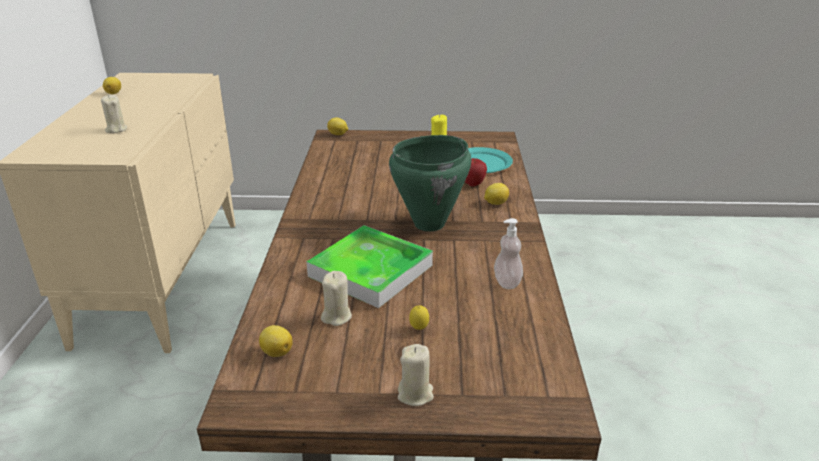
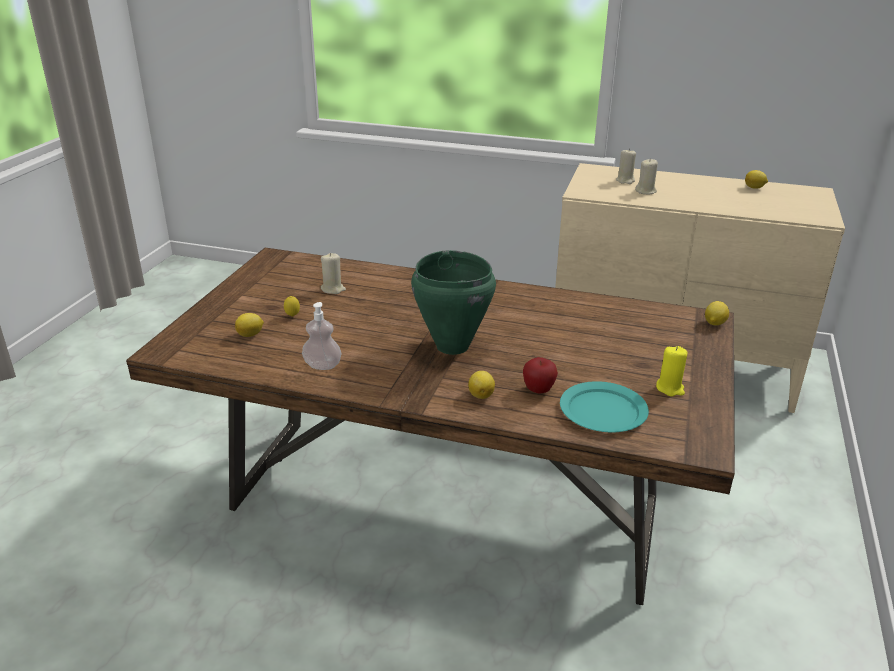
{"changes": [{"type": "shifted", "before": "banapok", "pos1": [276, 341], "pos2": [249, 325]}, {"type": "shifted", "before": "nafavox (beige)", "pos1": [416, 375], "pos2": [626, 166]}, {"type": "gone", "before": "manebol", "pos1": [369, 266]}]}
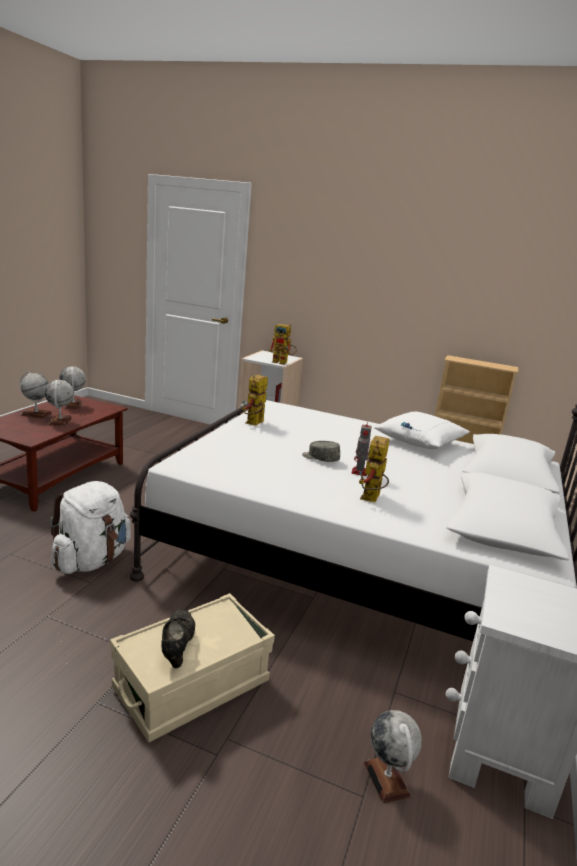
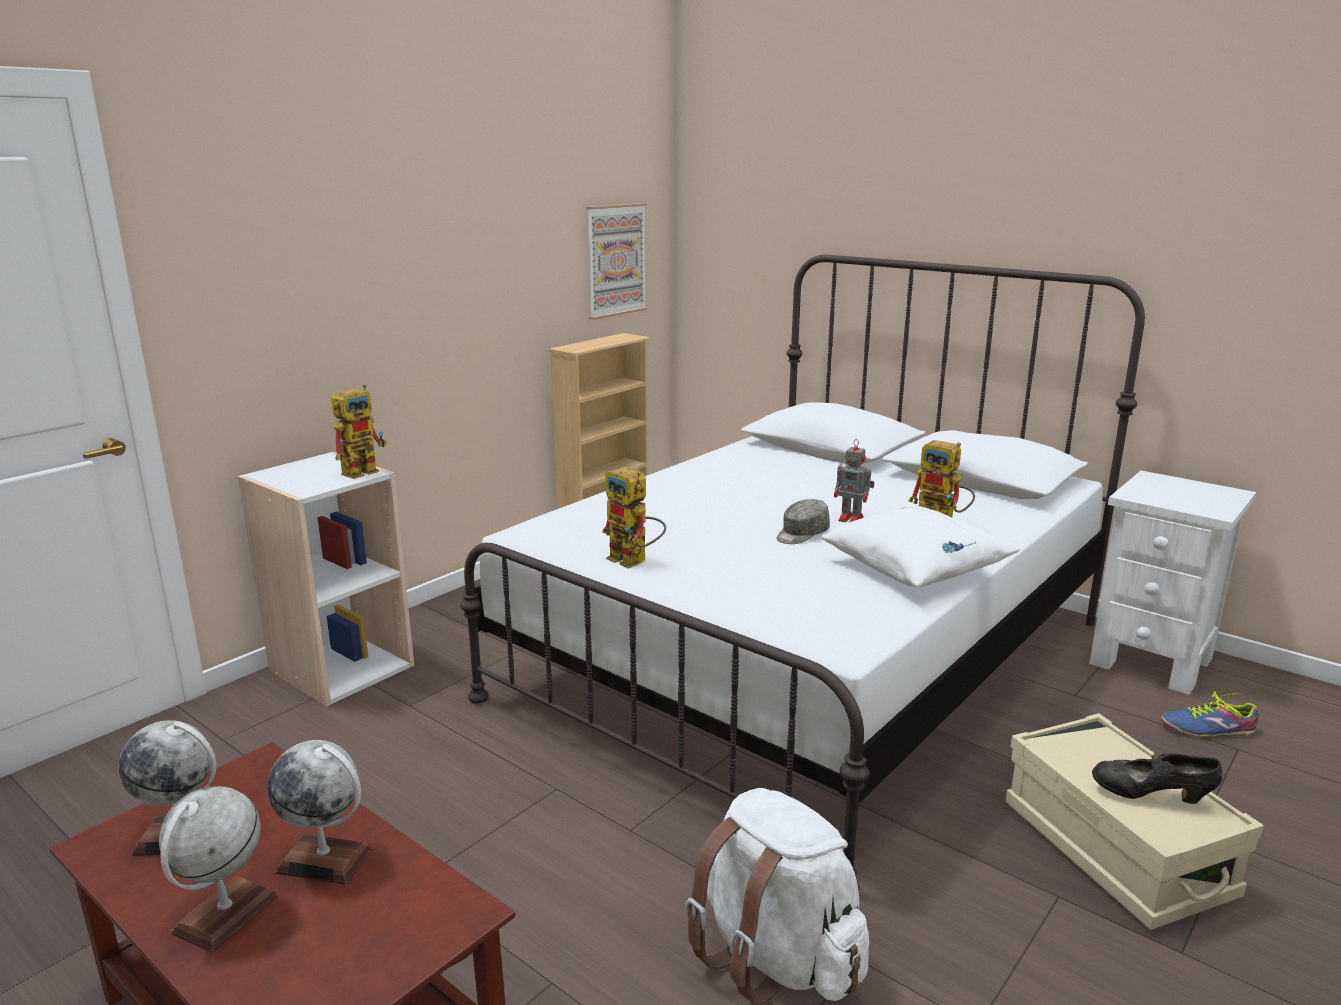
{"changes": [{"type": "new", "after": "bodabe", "pos2": [616, 261]}, {"type": "shifted", "before": "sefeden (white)", "pos1": [422, 430], "pos2": [920, 546]}, {"type": "swapped", "before": "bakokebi", "after": "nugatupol", "pos1": [393, 756], "pos2": [1210, 714]}]}
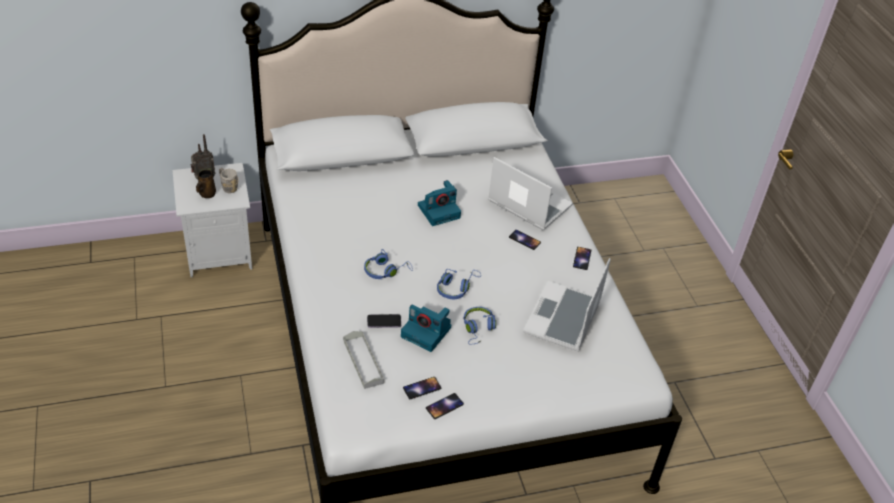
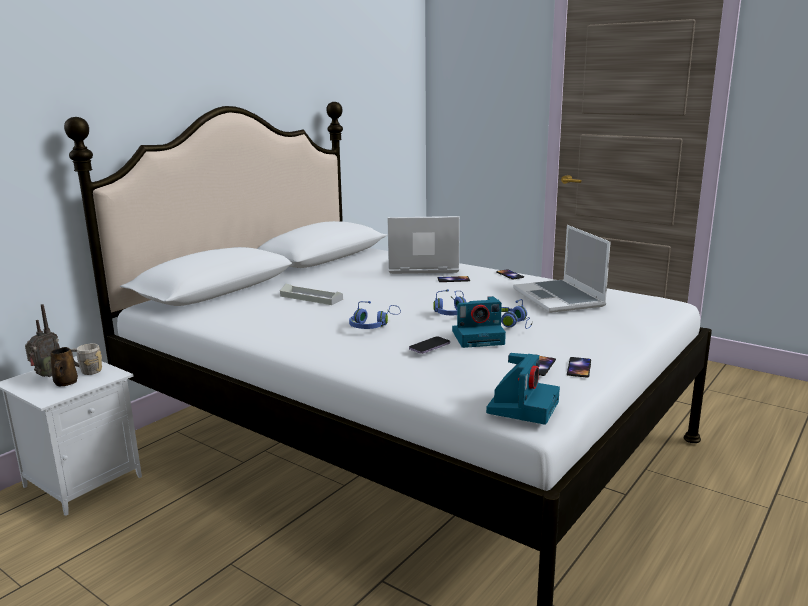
{"changes": [{"type": "shifted", "before": "manebol (grey)", "pos1": [363, 360], "pos2": [311, 294]}, {"type": "shifted", "before": "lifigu", "pos1": [439, 203], "pos2": [523, 389]}]}
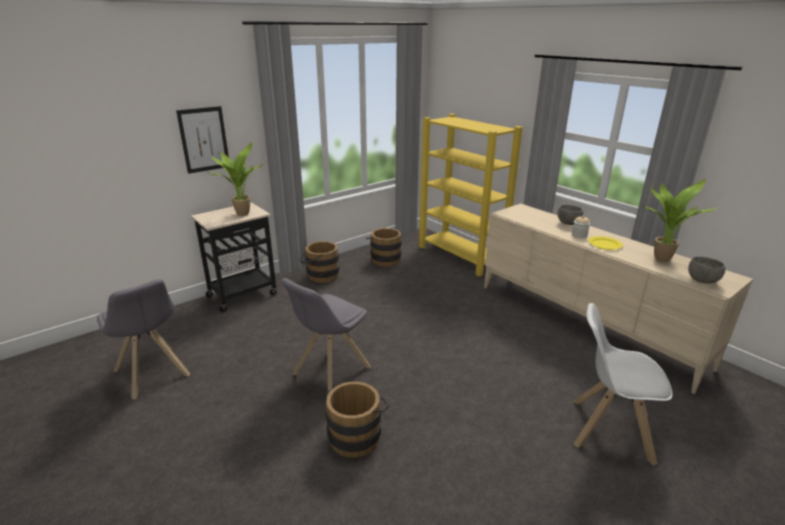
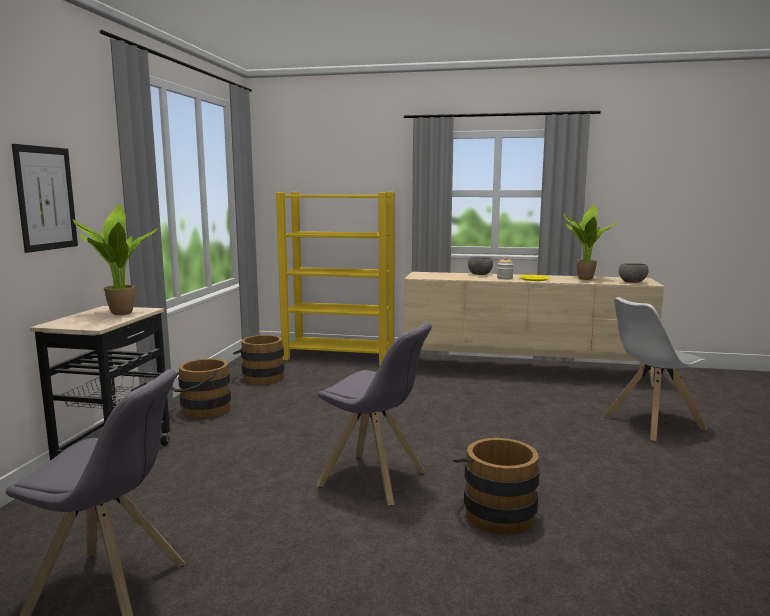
{"changes": [{"type": "rotated", "before": "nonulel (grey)", "pos1": [326, 334], "pos2": [374, 414], "turn": -60}]}
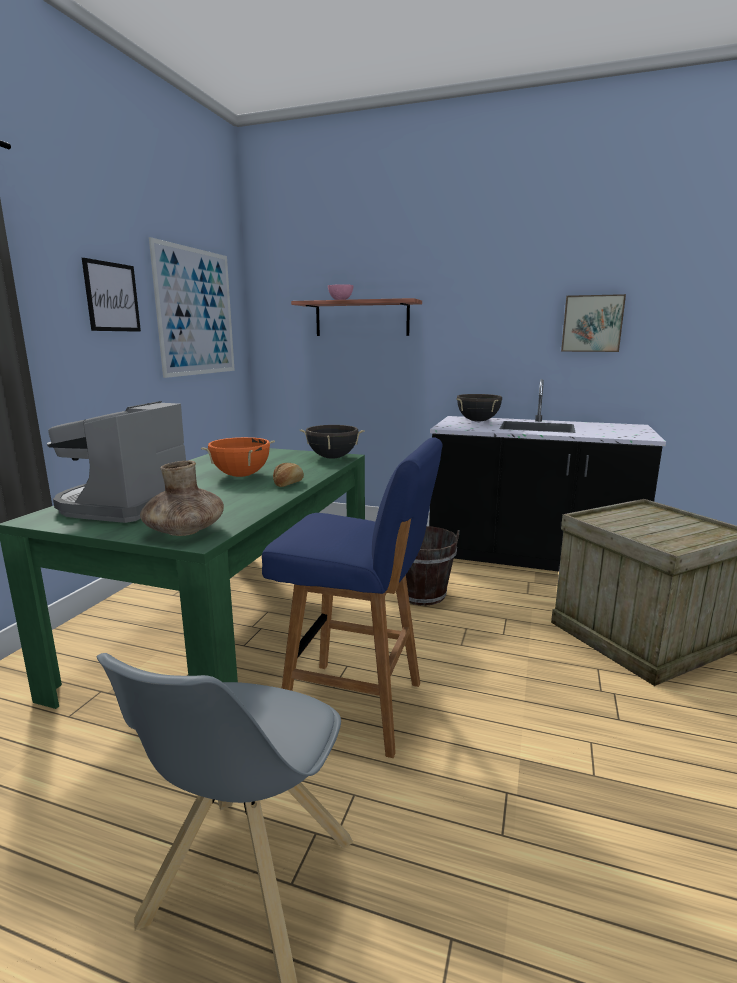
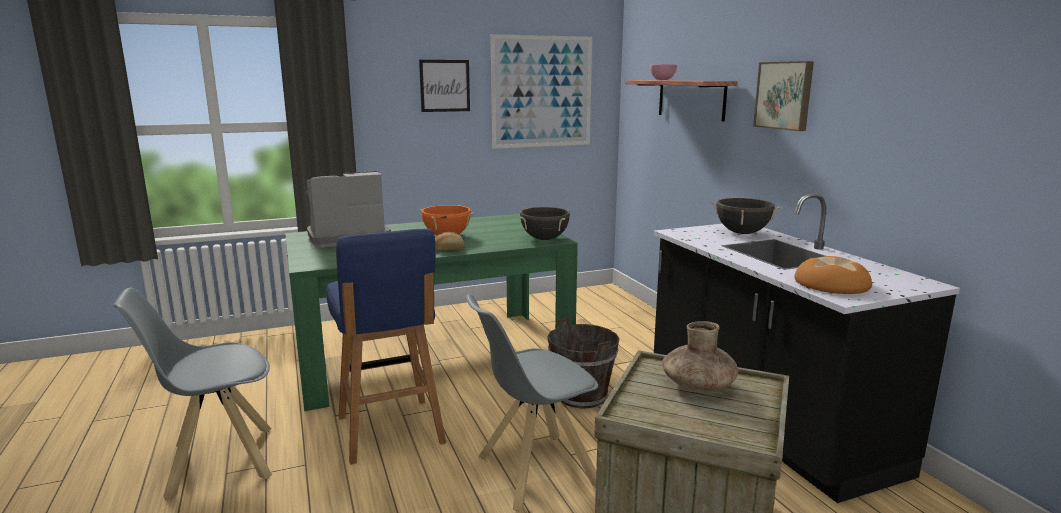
{"changes": [{"type": "new", "after": "nonulel (grey)", "pos2": [532, 402]}, {"type": "shifted", "before": "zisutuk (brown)", "pos1": [182, 498], "pos2": [700, 356]}, {"type": "shifted", "before": "bodabe", "pos1": [593, 323], "pos2": [783, 96]}, {"type": "new", "after": "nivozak", "pos2": [833, 275]}]}
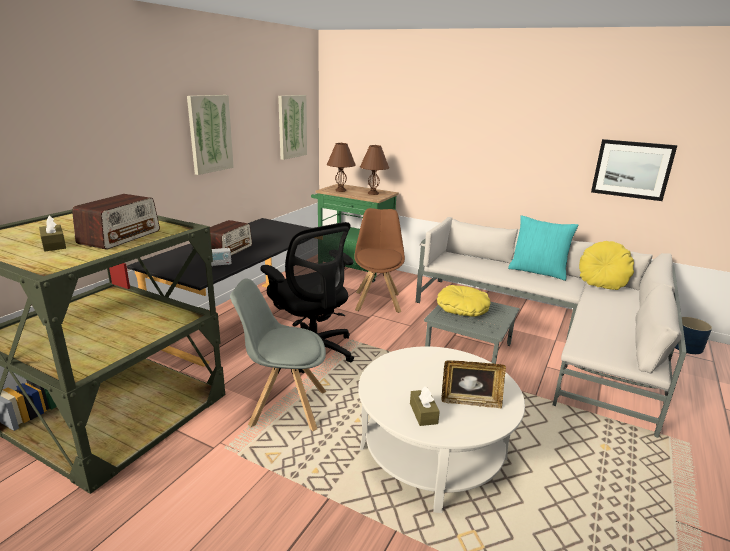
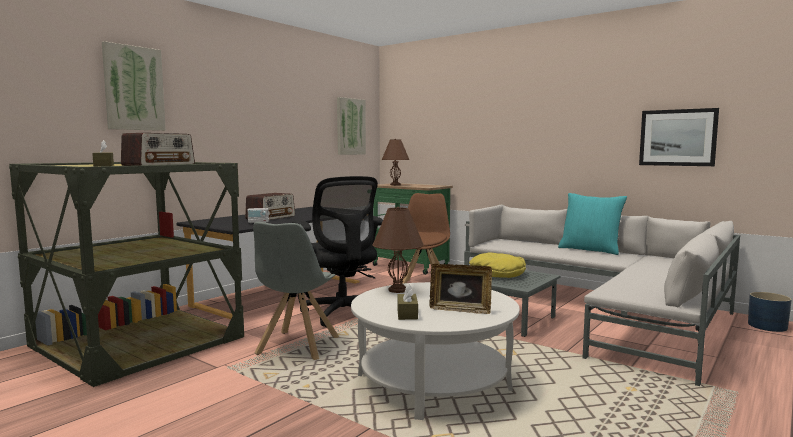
{"changes": [{"type": "shifted", "before": "bodabe", "pos1": [210, 135], "pos2": [134, 86]}, {"type": "rotated", "before": "nonulel (grey)", "pos1": [278, 354], "pos2": [296, 291], "turn": -90}, {"type": "shifted", "before": "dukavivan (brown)", "pos1": [374, 170], "pos2": [398, 250]}, {"type": "gone", "before": "sefeden (yellow)", "pos1": [606, 265]}]}
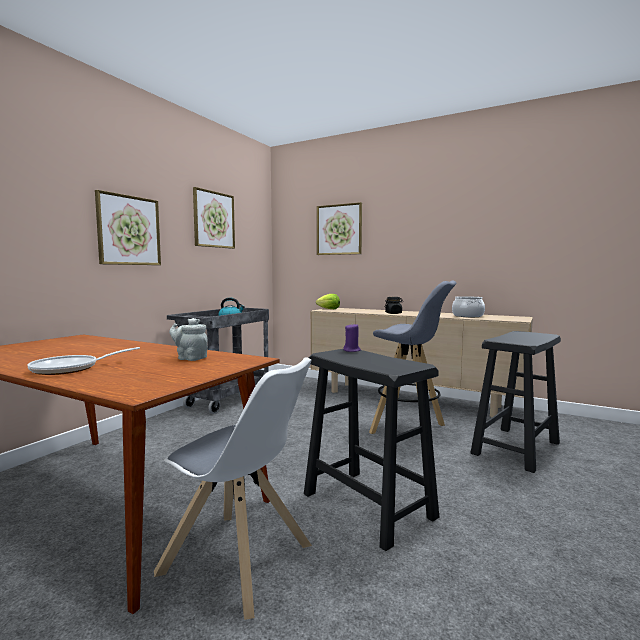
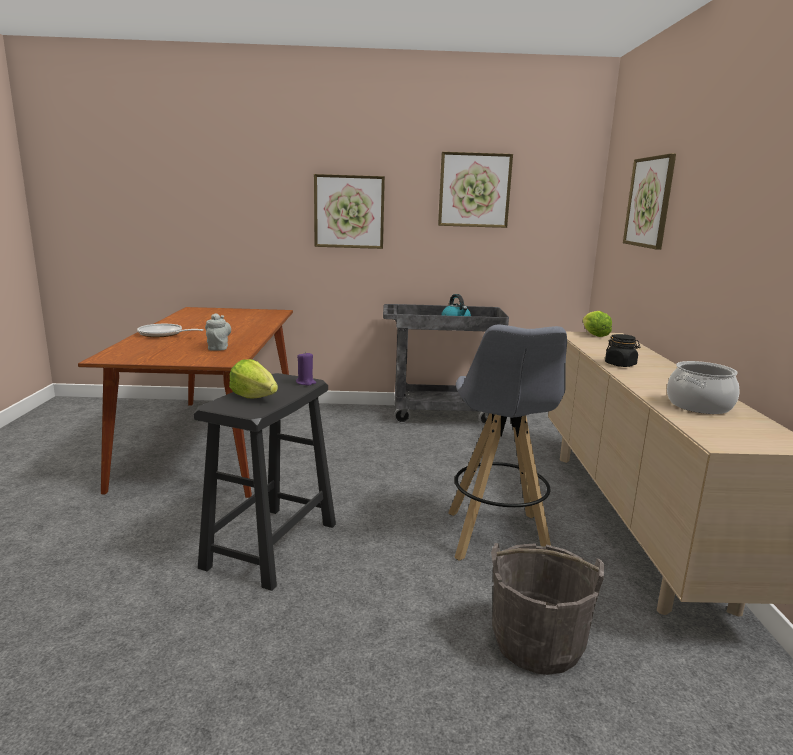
{"changes": [{"type": "new", "after": "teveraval", "pos2": [253, 378]}, {"type": "swapped", "before": "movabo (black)", "after": "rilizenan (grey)", "pos1": [515, 402], "pos2": [547, 609]}, {"type": "gone", "before": "nonulel", "pos1": [233, 488]}]}
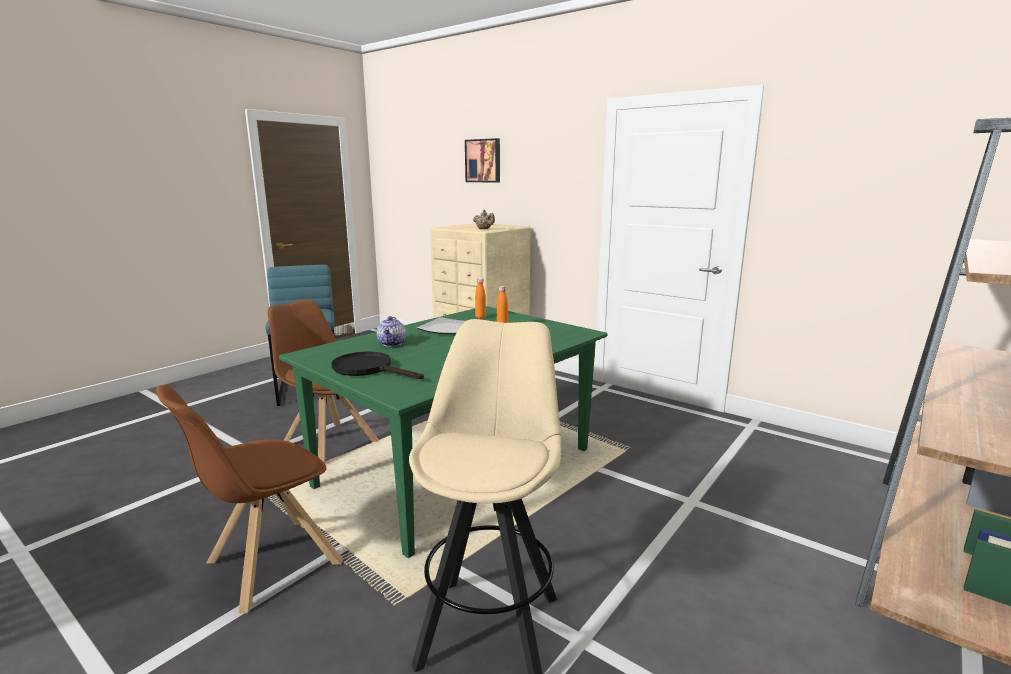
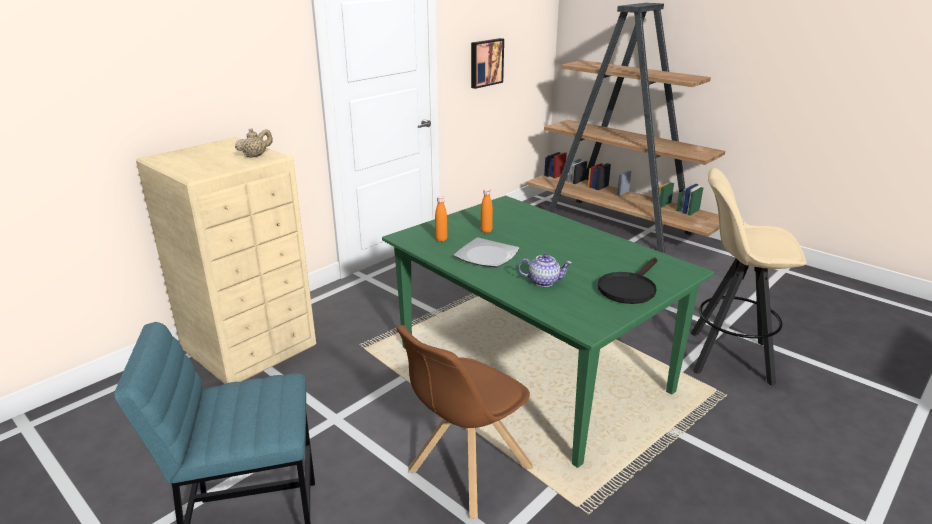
{"changes": [{"type": "shifted", "before": "bodabe", "pos1": [482, 160], "pos2": [487, 63]}, {"type": "gone", "before": "nonulel (brown)", "pos1": [249, 499]}]}
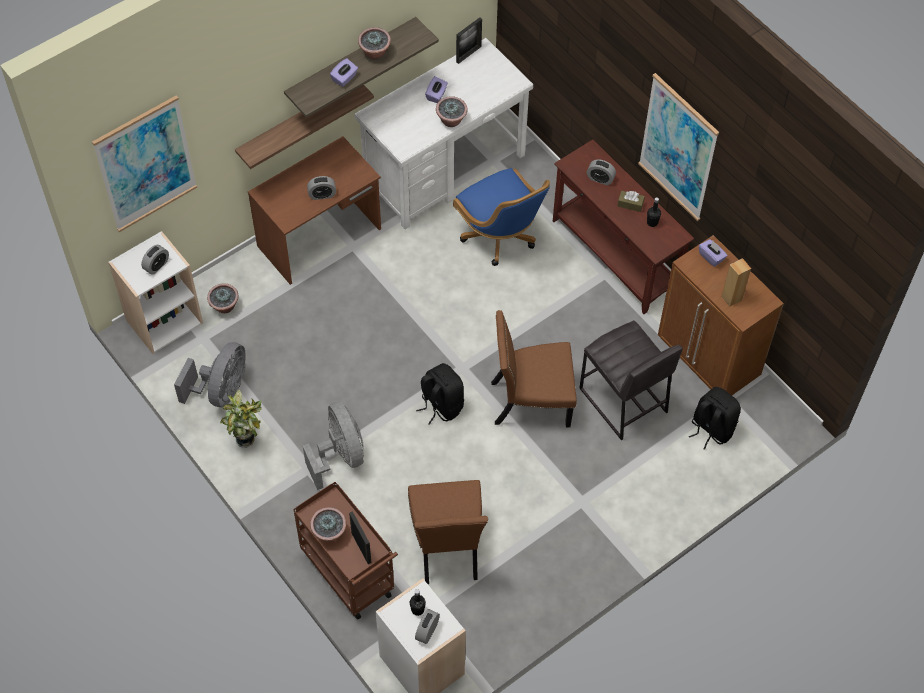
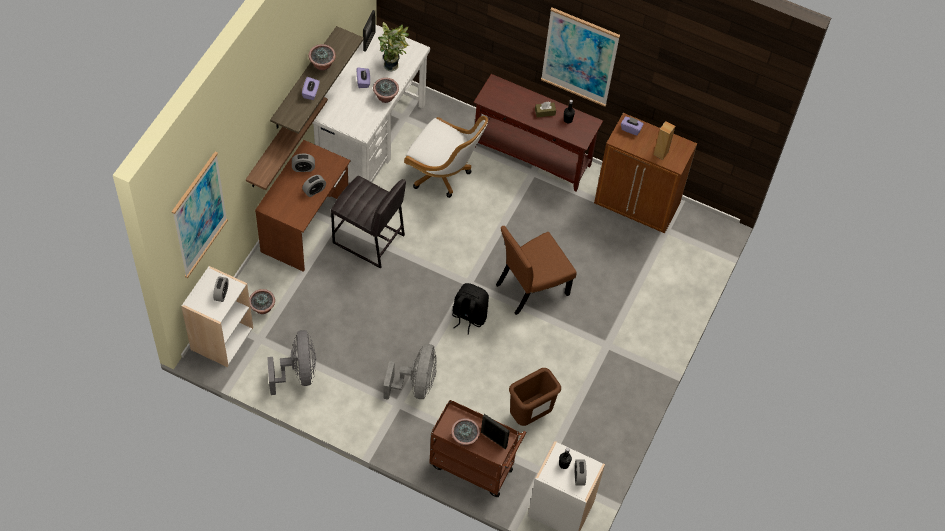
{"changes": [{"type": "shifted", "before": "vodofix", "pos1": [601, 172], "pos2": [303, 163]}, {"type": "shifted", "before": "movabo (grey)", "pos1": [631, 380], "pos2": [368, 221]}, {"type": "shifted", "before": "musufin", "pos1": [241, 419], "pos2": [393, 47]}, {"type": "rotated", "before": "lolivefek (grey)", "pos1": [333, 446], "pos2": [410, 372], "turn": 60}, {"type": "repainted", "before": "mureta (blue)", "after": "mureta (white)", "pos1": [501, 217], "pos2": [446, 157]}, {"type": "swapped", "before": "nonulel (brown)", "after": "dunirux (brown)", "pos1": [448, 532], "pos2": [535, 397]}, {"type": "gone", "before": "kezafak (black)", "pos1": [714, 418]}]}
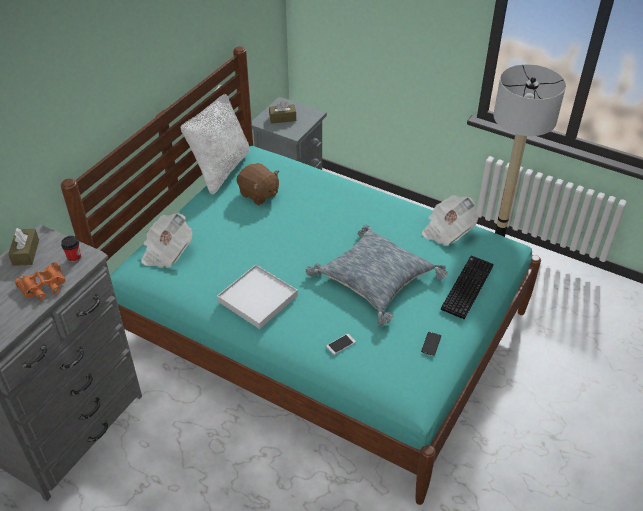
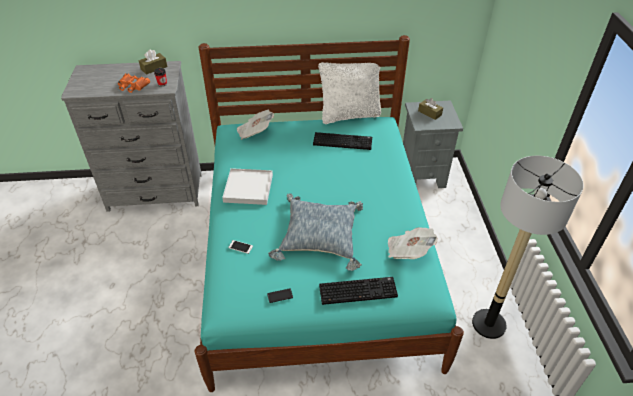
{"changes": [{"type": "swapped", "before": "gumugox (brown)", "after": "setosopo", "pos1": [258, 184], "pos2": [342, 141]}]}
